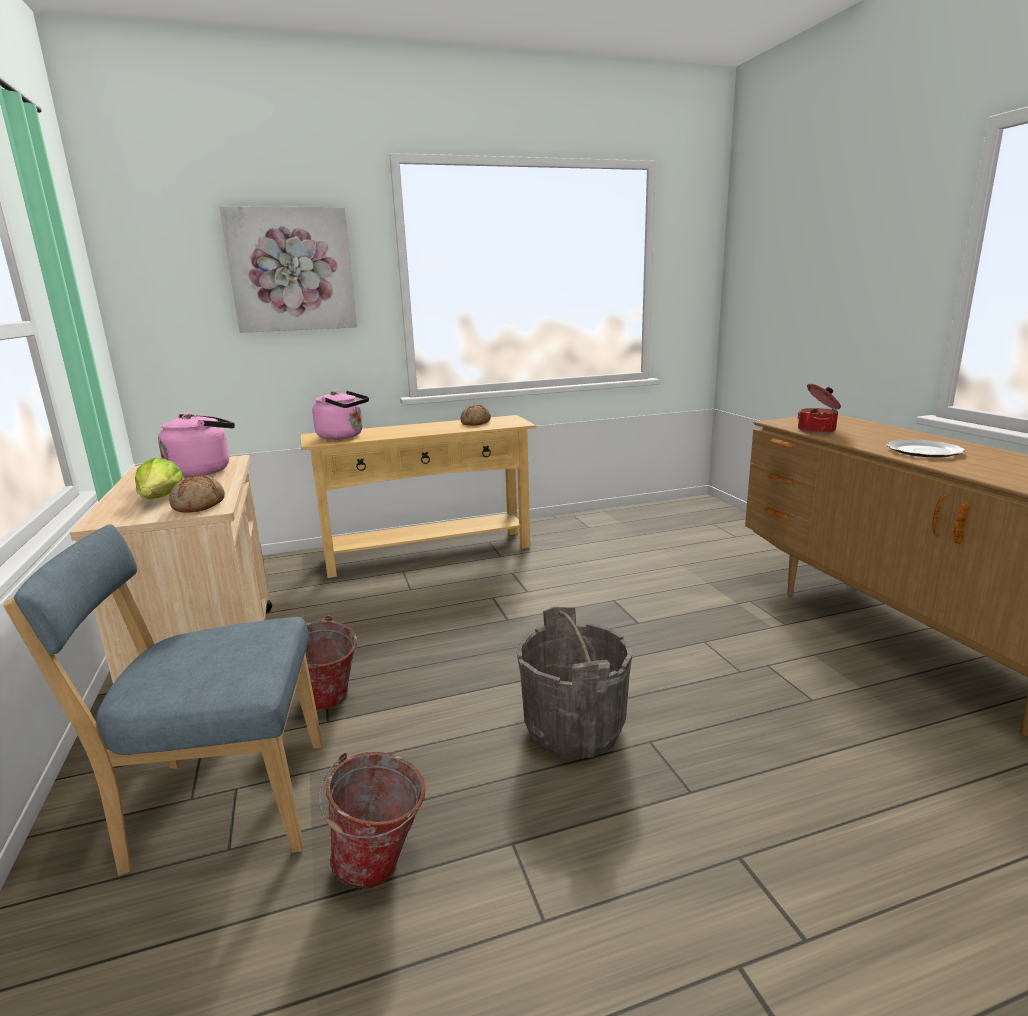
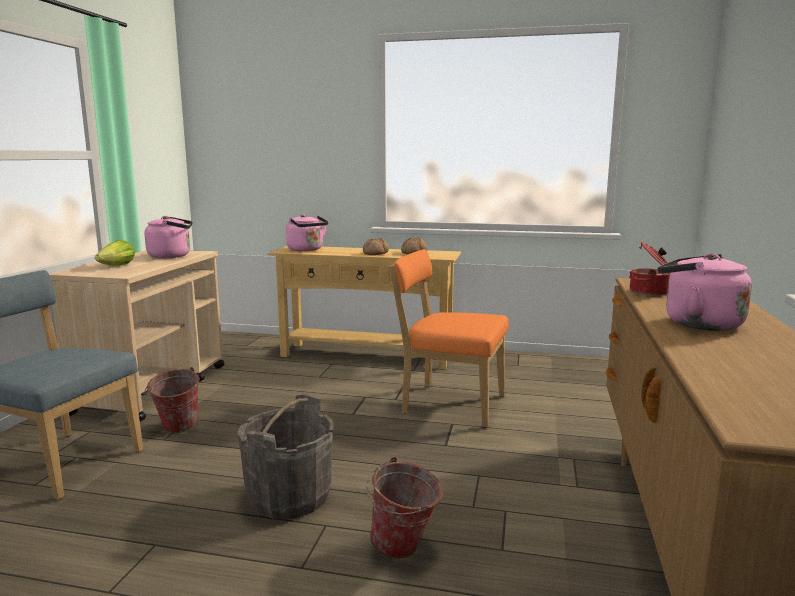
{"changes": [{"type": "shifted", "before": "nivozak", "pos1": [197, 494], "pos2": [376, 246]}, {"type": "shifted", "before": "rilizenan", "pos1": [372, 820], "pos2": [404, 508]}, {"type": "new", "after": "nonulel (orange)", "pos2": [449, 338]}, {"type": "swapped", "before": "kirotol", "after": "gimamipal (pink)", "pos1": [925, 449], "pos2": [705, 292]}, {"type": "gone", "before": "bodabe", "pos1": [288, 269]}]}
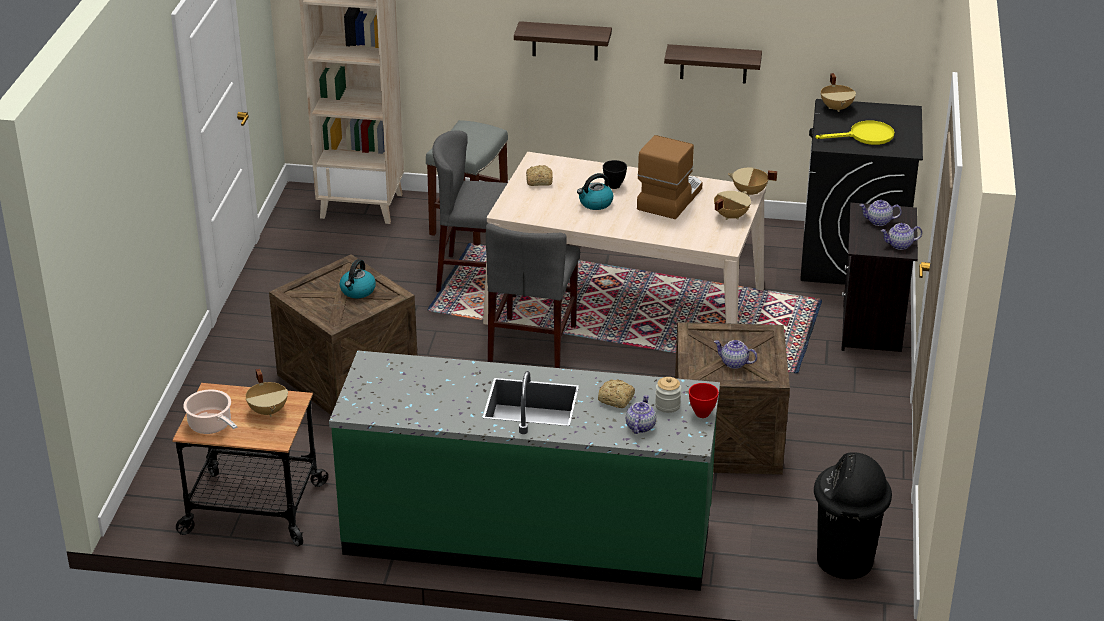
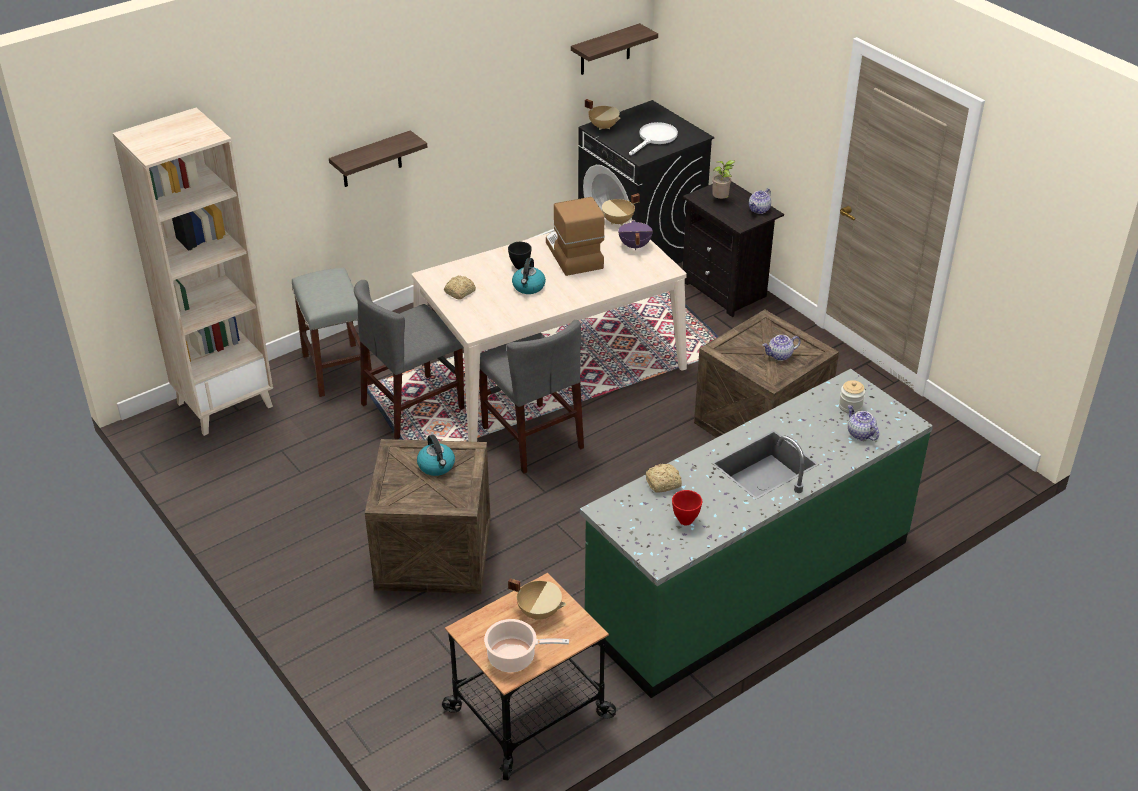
{"changes": [{"type": "shifted", "before": "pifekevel", "pos1": [713, 64], "pos2": [614, 49]}, {"type": "repainted", "before": "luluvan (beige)", "after": "luluvan (purple)", "pos1": [732, 205], "pos2": [635, 235]}, {"type": "repainted", "before": "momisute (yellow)", "after": "momisute (white)", "pos1": [855, 133], "pos2": [653, 138]}, {"type": "shifted", "before": "nivozak", "pos1": [616, 393], "pos2": [663, 478]}, {"type": "shifted", "before": "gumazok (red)", "pos1": [704, 400], "pos2": [687, 507]}, {"type": "swapped", "before": "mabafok", "after": "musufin", "pos1": [880, 213], "pos2": [724, 179]}, {"type": "gone", "before": "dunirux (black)", "pos1": [853, 515]}]}
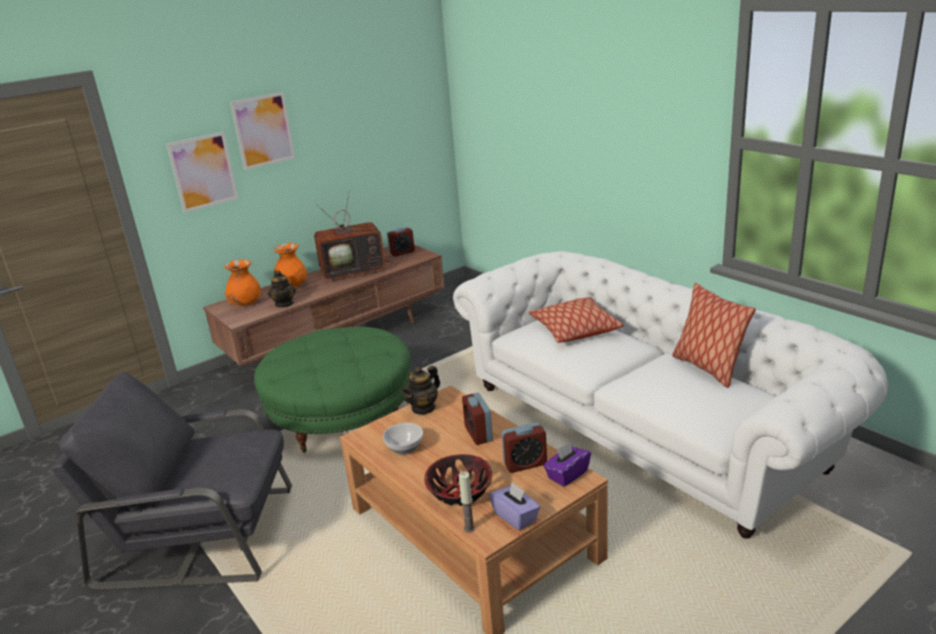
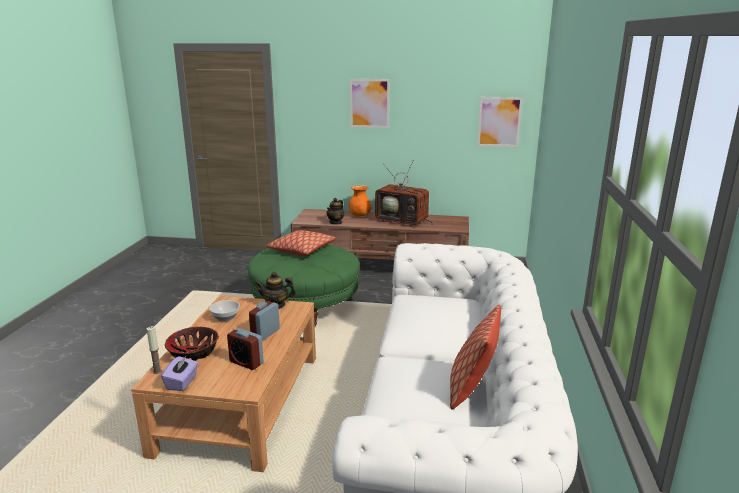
{"changes": [{"type": "shifted", "before": "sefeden", "pos1": [576, 320], "pos2": [301, 243]}, {"type": "shifted", "before": "bodabe", "pos1": [202, 172], "pos2": [500, 122]}, {"type": "gone", "before": "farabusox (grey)", "pos1": [171, 481]}, {"type": "gone", "before": "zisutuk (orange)", "pos1": [242, 282]}, {"type": "gone", "before": "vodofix", "pos1": [401, 241]}, {"type": "gone", "before": "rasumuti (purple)", "pos1": [567, 464]}]}
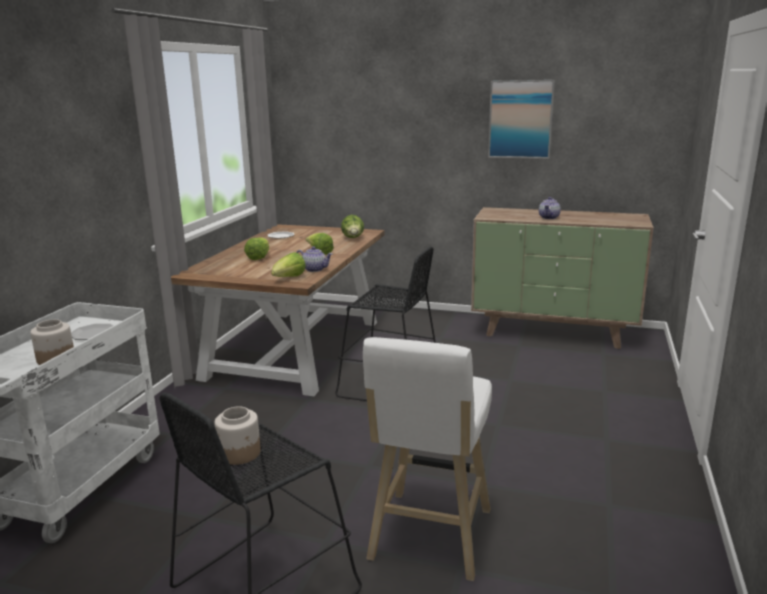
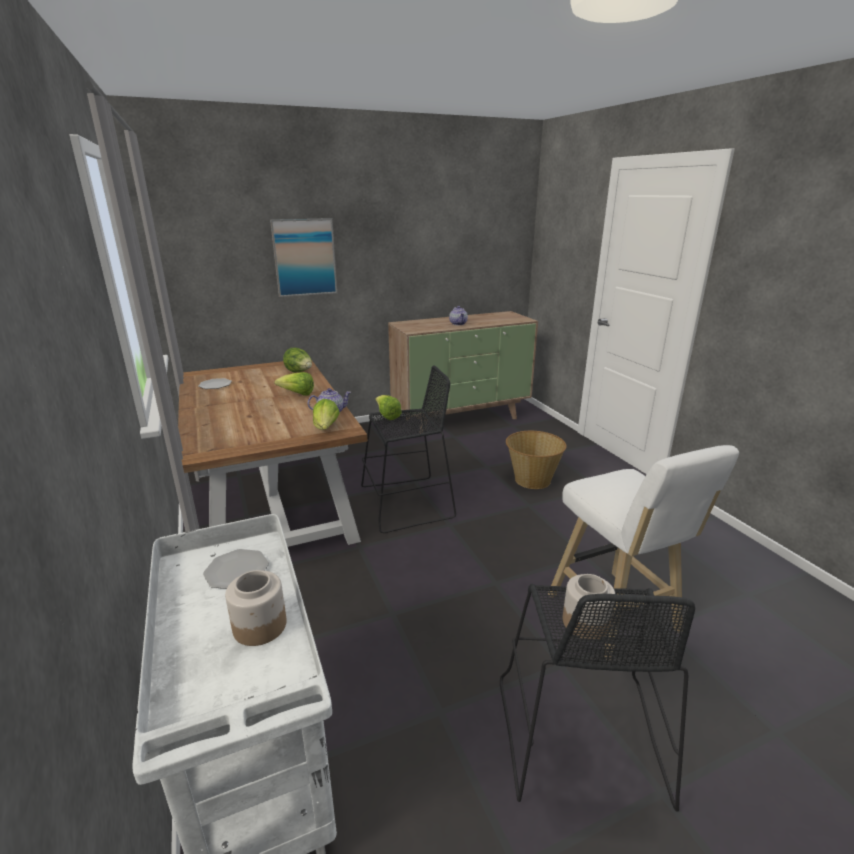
{"changes": [{"type": "shifted", "before": "bodabe", "pos1": [521, 119], "pos2": [303, 257]}, {"type": "shifted", "before": "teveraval", "pos1": [256, 248], "pos2": [388, 407]}, {"type": "new", "after": "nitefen", "pos2": [536, 460]}]}
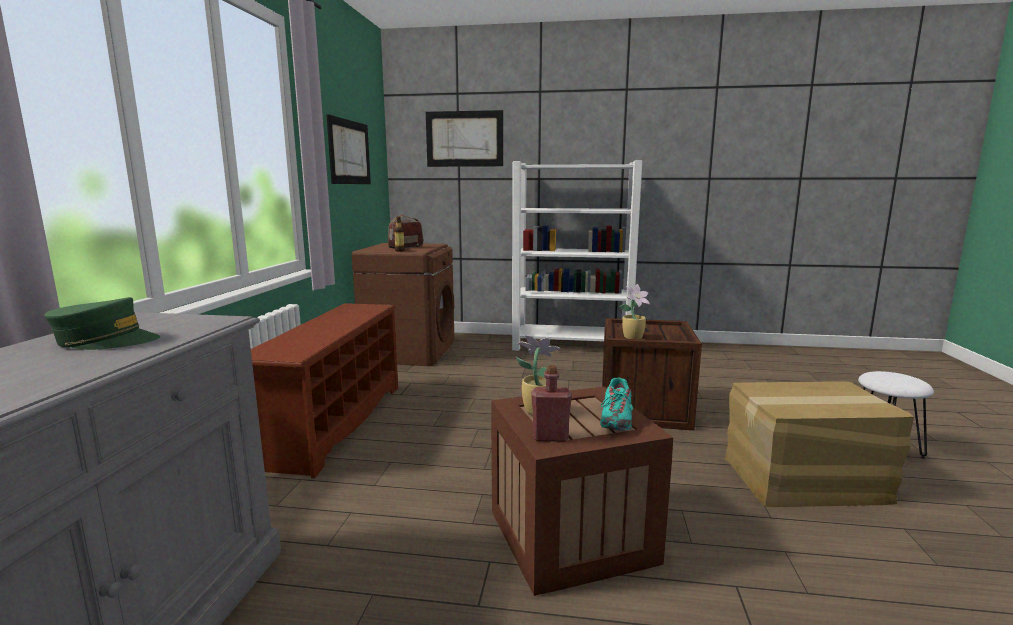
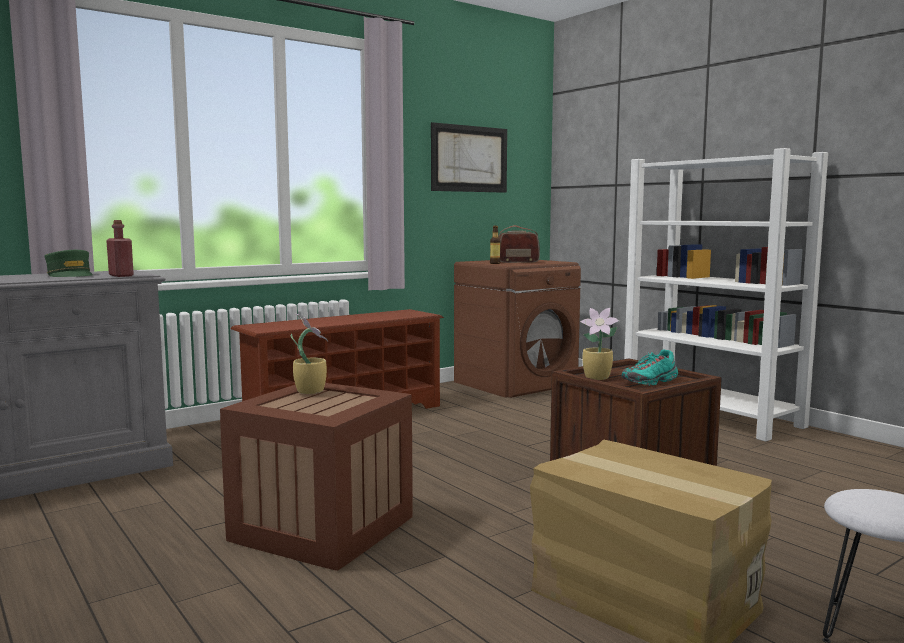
{"changes": [{"type": "shifted", "before": "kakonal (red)", "pos1": [551, 403], "pos2": [120, 248]}, {"type": "shifted", "before": "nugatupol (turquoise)", "pos1": [616, 404], "pos2": [649, 367]}, {"type": "gone", "before": "bodabe", "pos1": [464, 138]}]}
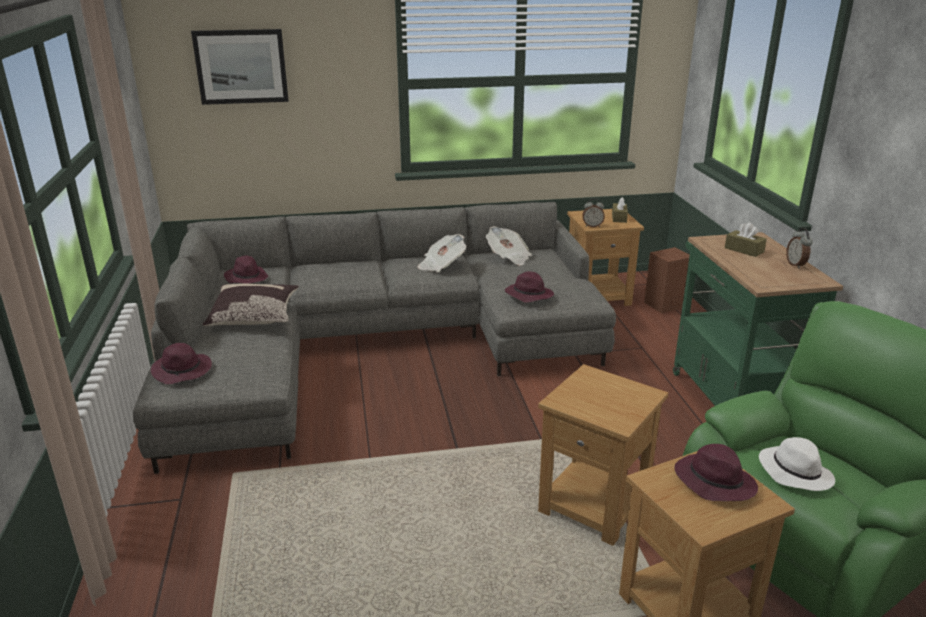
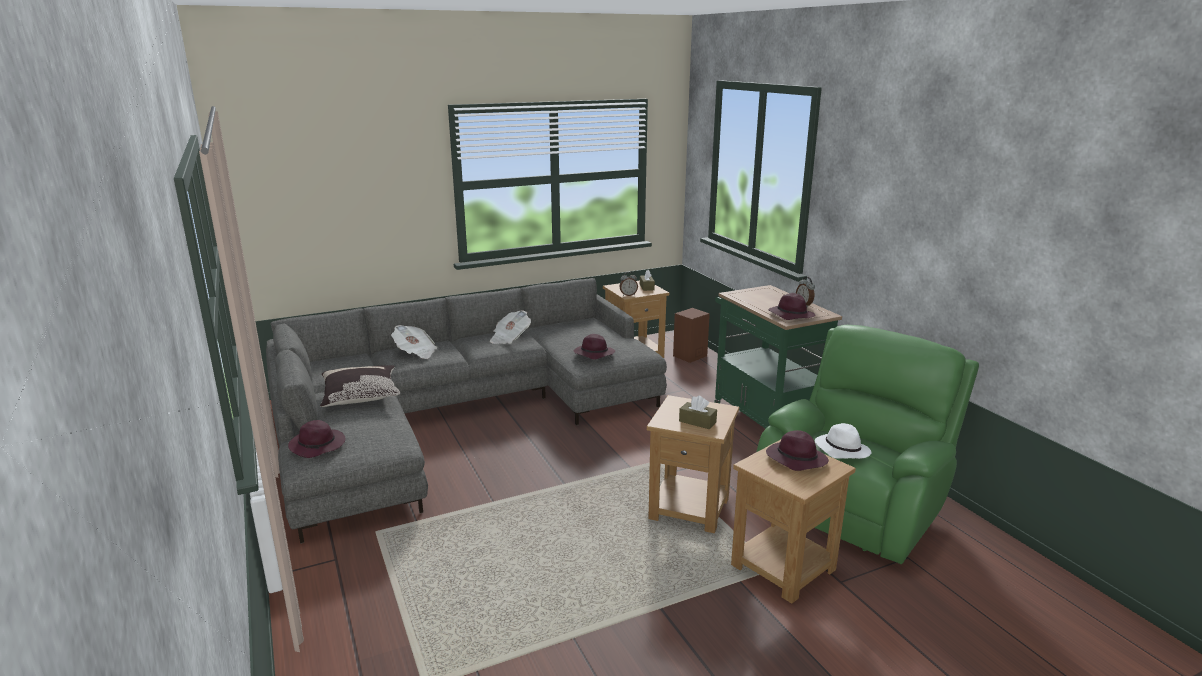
{"changes": [{"type": "shifted", "before": "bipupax", "pos1": [509, 246], "pos2": [414, 342]}, {"type": "shifted", "before": "rasumuti (brown)", "pos1": [746, 239], "pos2": [698, 412]}, {"type": "shifted", "before": "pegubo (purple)", "pos1": [246, 270], "pos2": [792, 306]}, {"type": "gone", "before": "bodabe", "pos1": [240, 67]}]}
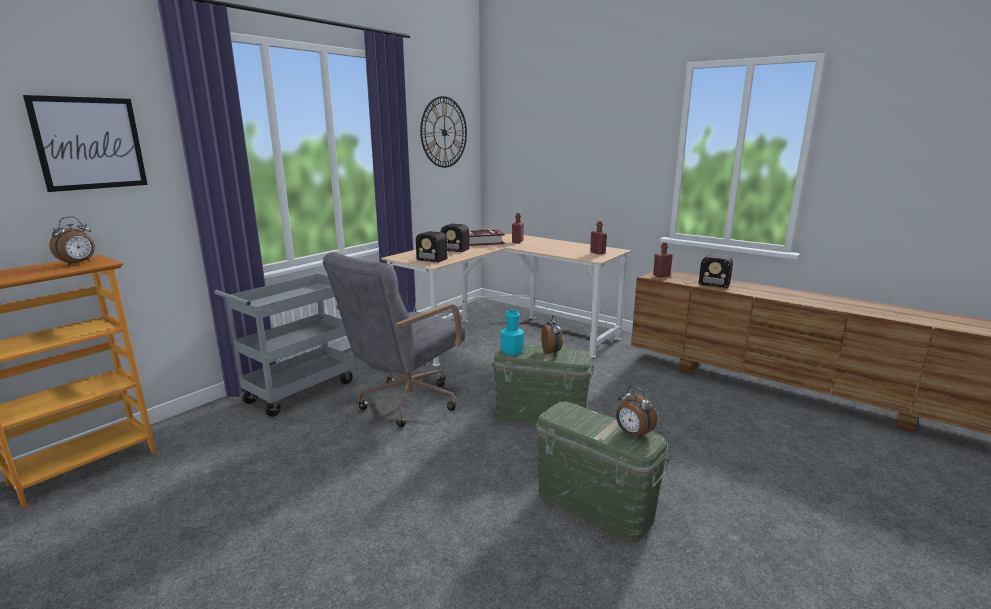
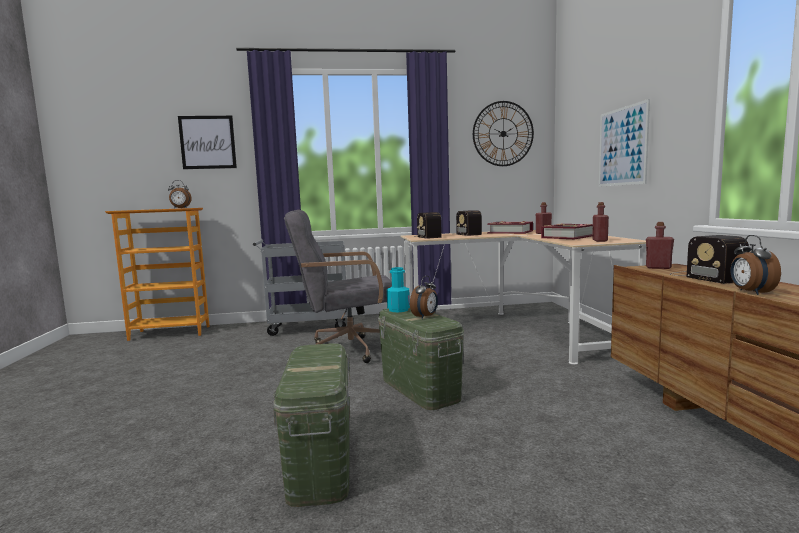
{"changes": [{"type": "new", "after": "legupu", "pos2": [567, 231]}, {"type": "new", "after": "bodabe", "pos2": [624, 143]}, {"type": "shifted", "before": "vodofix", "pos1": [637, 412], "pos2": [756, 265]}]}
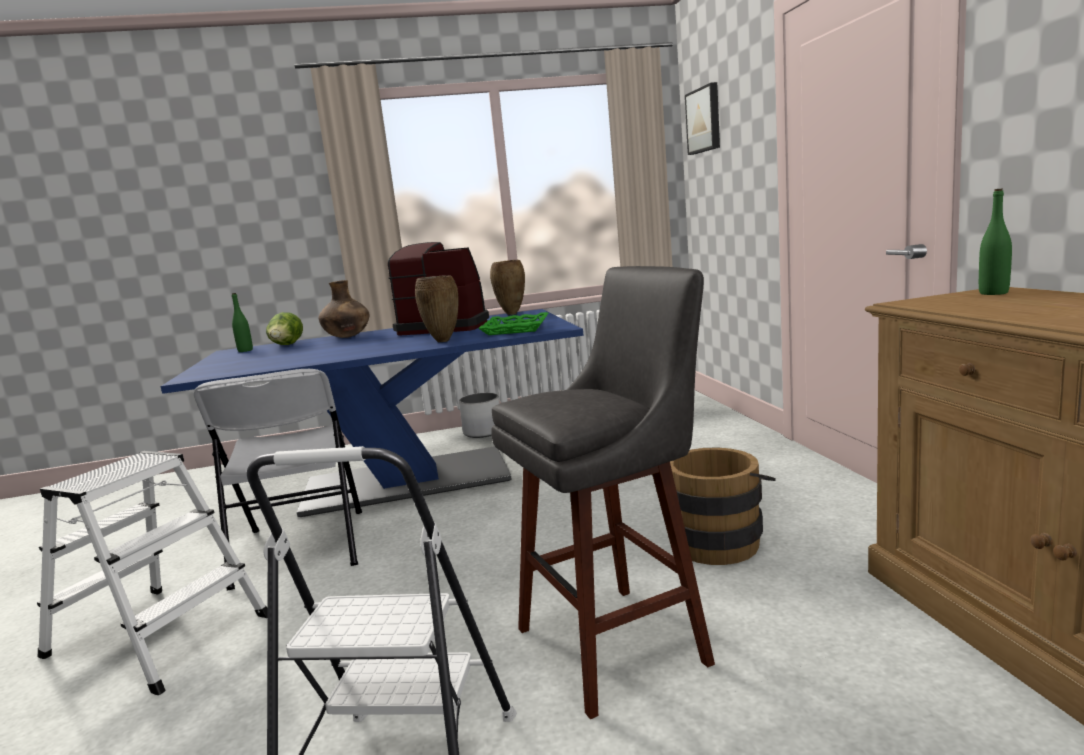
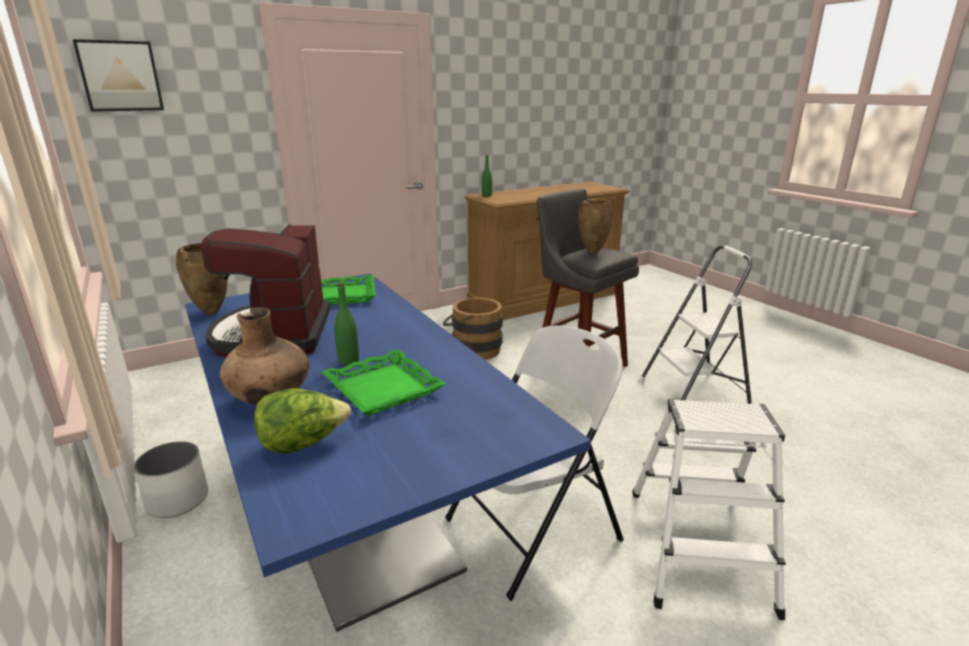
{"changes": [{"type": "new", "after": "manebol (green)", "pos2": [384, 382]}, {"type": "shifted", "before": "kakonal (green)", "pos1": [242, 322], "pos2": [346, 324]}, {"type": "shifted", "before": "zisutuk (brown)", "pos1": [437, 308], "pos2": [595, 226]}]}
